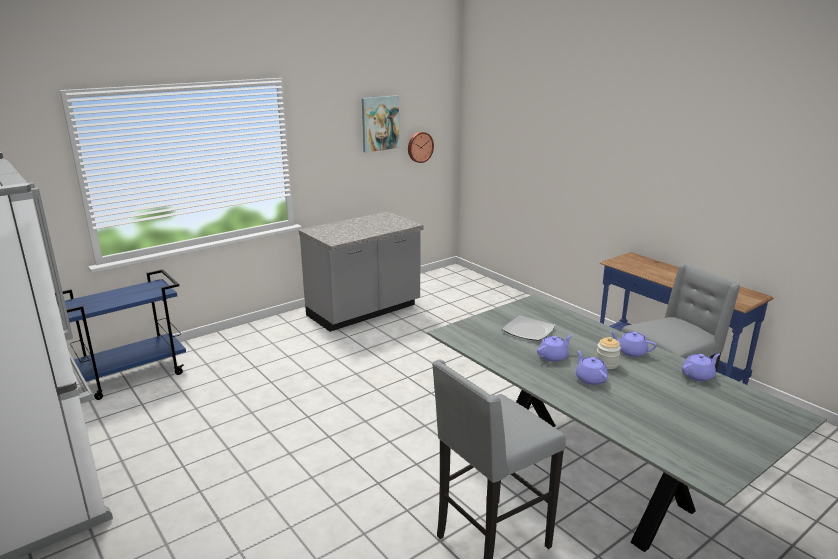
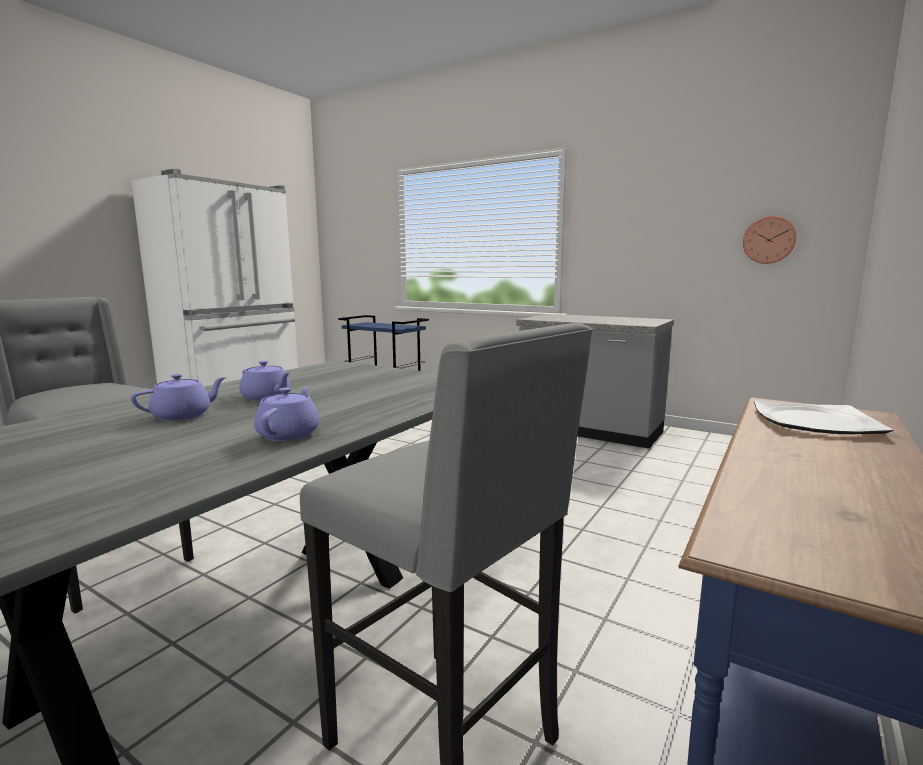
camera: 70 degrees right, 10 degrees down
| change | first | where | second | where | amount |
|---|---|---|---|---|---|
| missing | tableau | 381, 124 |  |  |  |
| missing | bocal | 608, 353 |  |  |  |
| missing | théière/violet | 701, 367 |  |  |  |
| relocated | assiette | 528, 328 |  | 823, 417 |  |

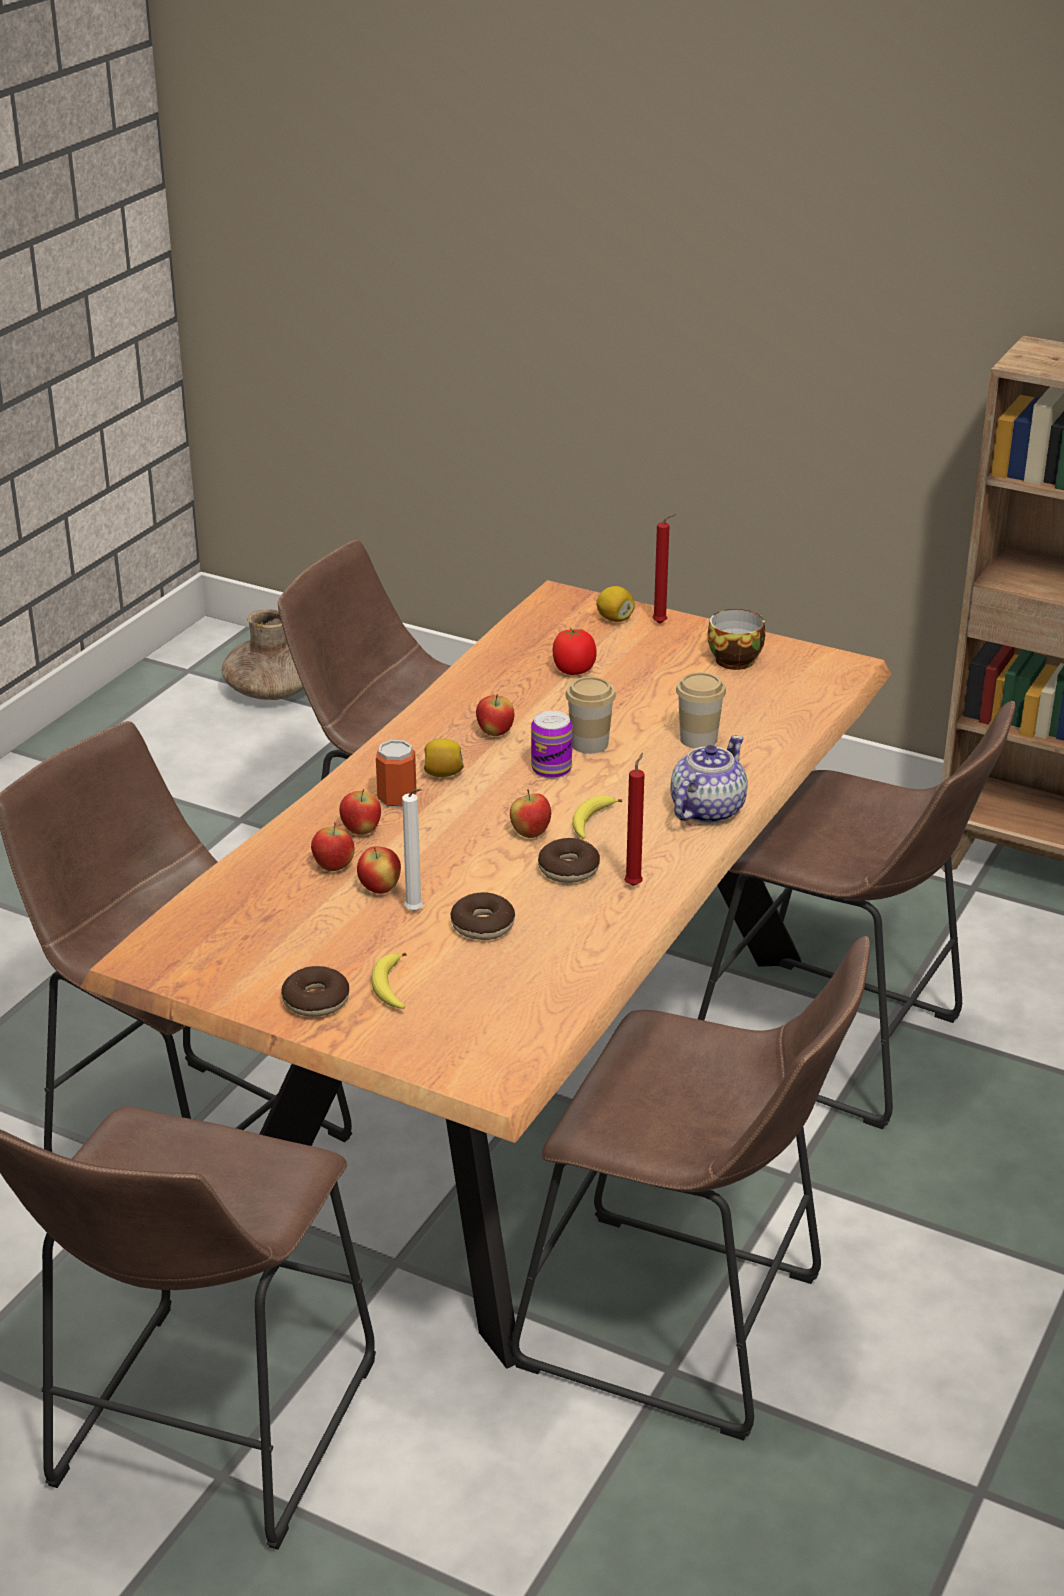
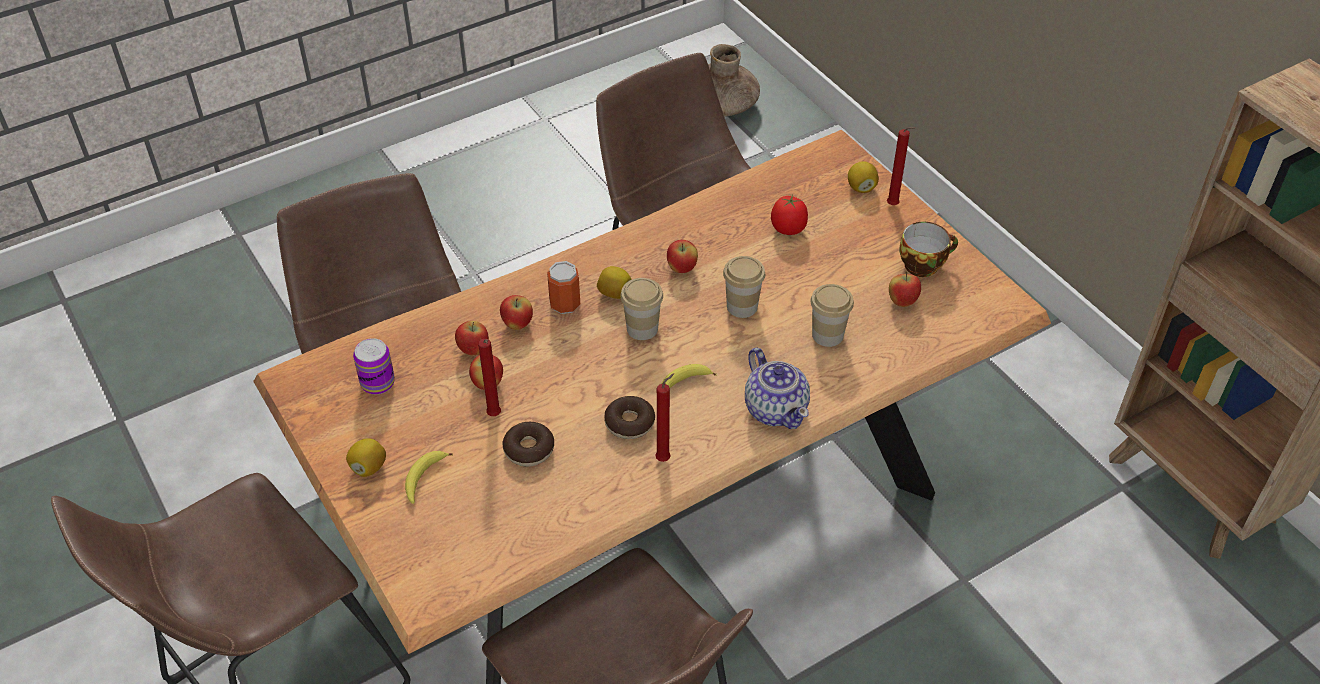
camera: 30 degrees right, 15 degrees up
| change | first | where | second | where | amount |
|---|---|---|---|---|---|
| missing | tabouret/marron | 856, 915 |  |  |  |
| appeared |  |  | tasse | 642, 309 |  |
| relocated | pomme | 530, 813 |  | 905, 289 |  |
| relocated | boîte métallique | 551, 745 |  | 374, 366 |  |
| exchanged | beignet | 315, 991 | citron | 366, 457 |  |
| colour | bougie/blanc | 412, 850 | bougie/rouge | 489, 377 |  |
| spun | théière | 709, 779 |  | 777, 388 | 90 degrees clockwise |

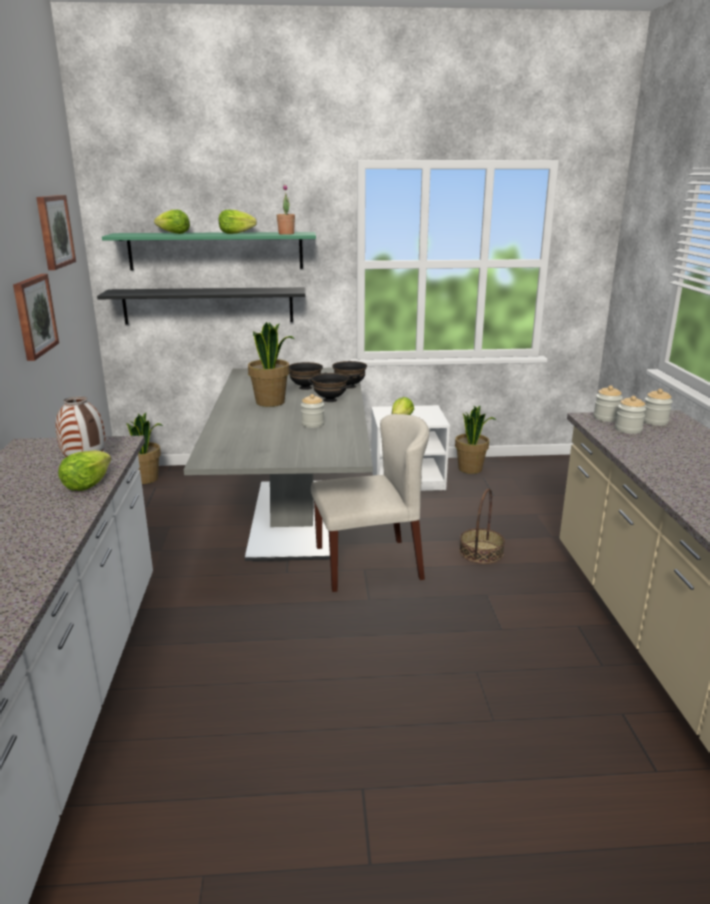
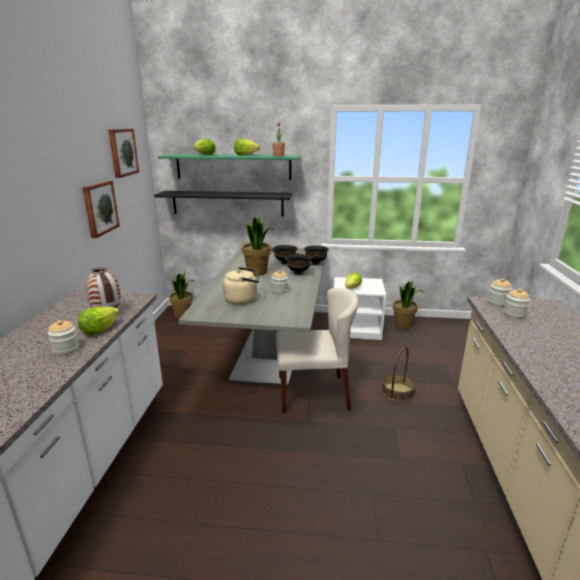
camera: 10 degrees right, 0 degrees up
| change | first | where | second | where | amount |
|---|---|---|---|---|---|
| appeared |  |  | bouilloire/beige | 241, 285 |  |
| relocated | bocal | 658, 407 |  | 63, 338 |  |

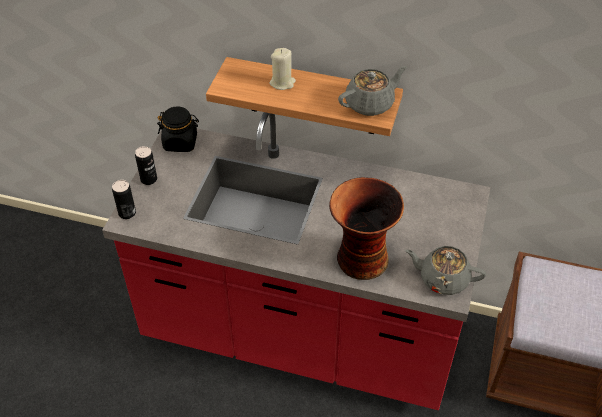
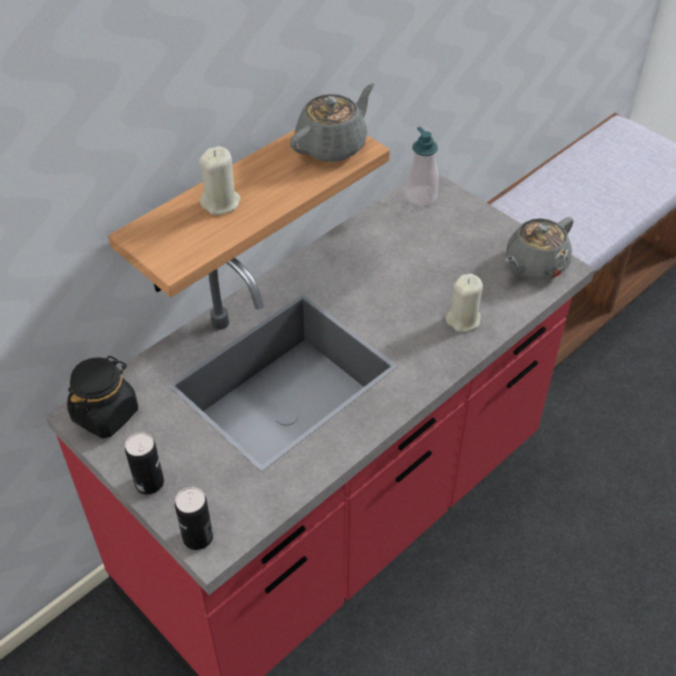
camera: 60 degrees left, 0 degrees up
| change | first | where | second | where | amount |
|---|---|---|---|---|---|
| appeared |  |  | distributeur de savon | 421, 166 |  |
| exchanged | vase | 366, 228 | bougie/beige | 464, 303 |  |
| spun | théière/gris | 372, 91 |  | 332, 122 | 45 degrees clockwise |

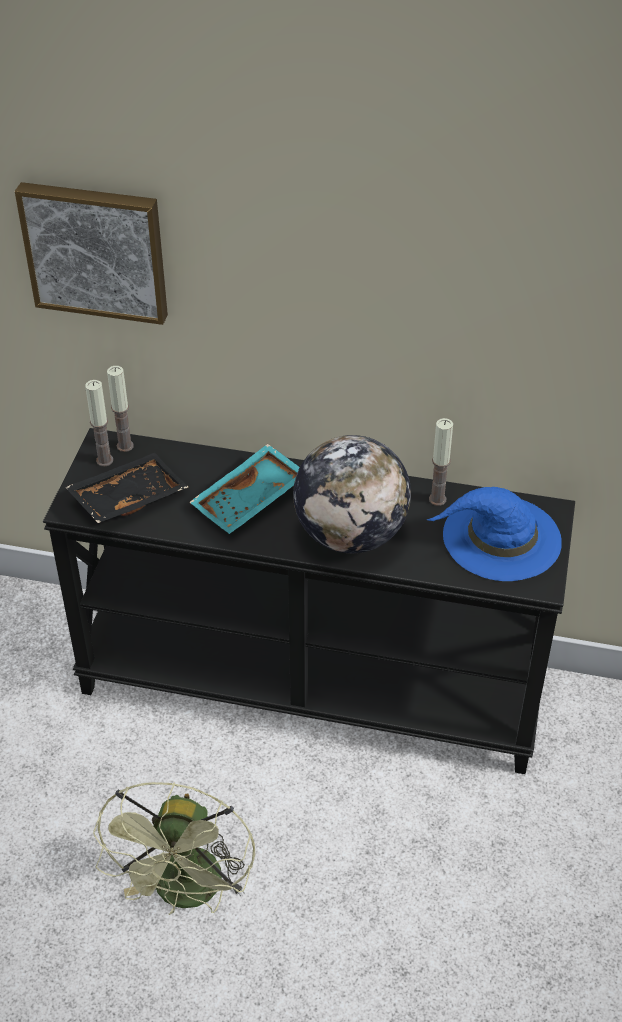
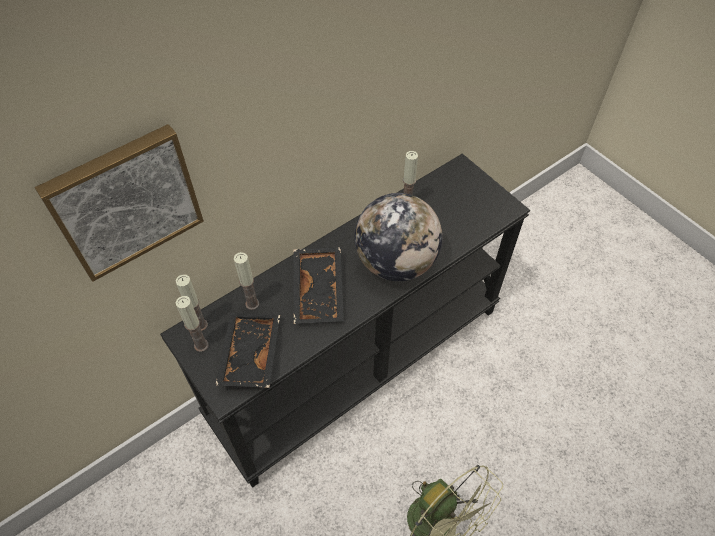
camera: 50 degrees left, 10 degrees up
| change | first | where | second | where | amount |
|---|---|---|---|---|---|
| missing | chapeau/bleu | 494, 534 |  |  |  |
| appeared |  |  | bougie | 246, 281 |  |
| colour | plateau/turquoise | 244, 489 | plateau/noir | 318, 285 |  |

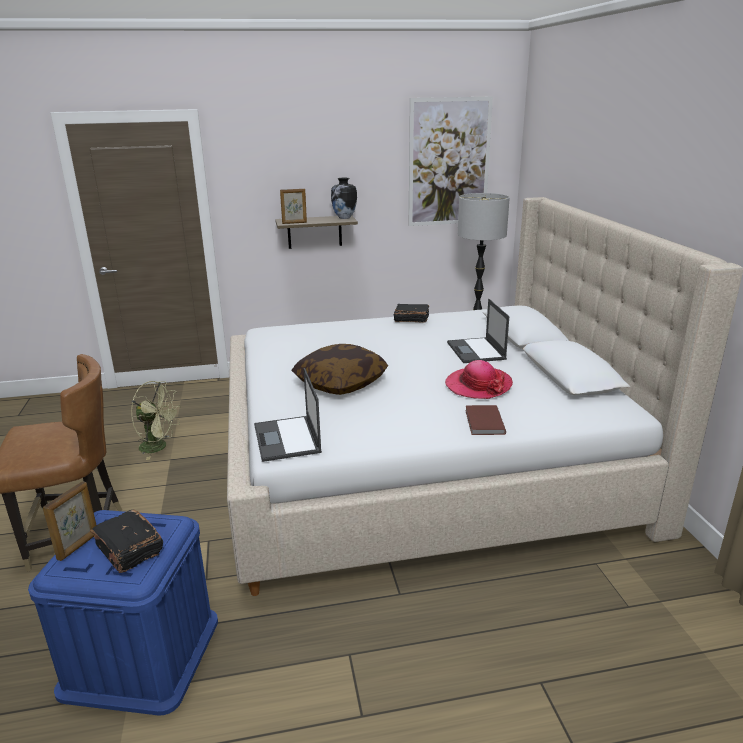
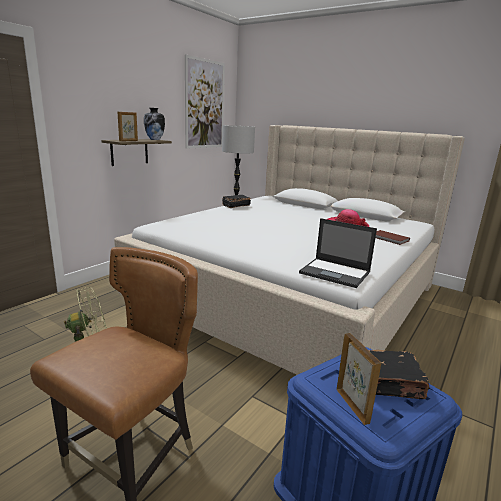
camera: 45 degrees left, 5 degrees down
| change | first | where | second | where | amount |
|---|---|---|---|---|---|
| missing | coussin | 339, 369 |  |  |  |
| missing | ordinateur portable | 478, 331 |  |  |  |

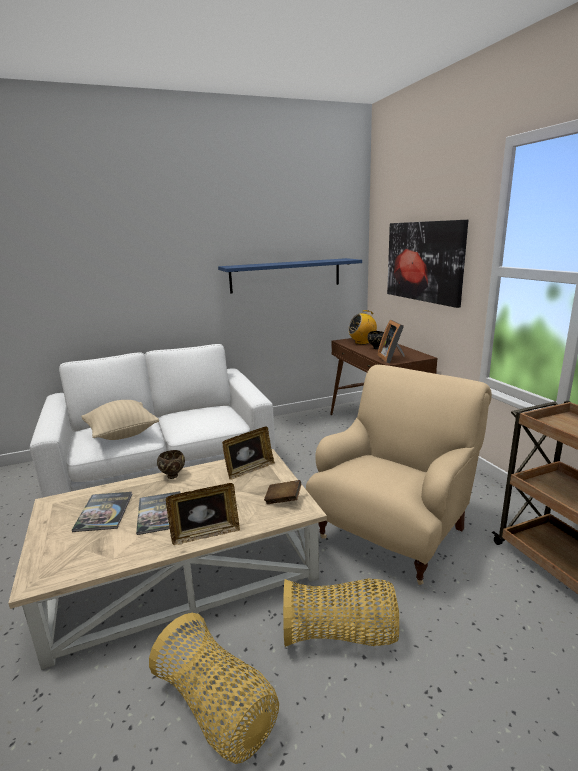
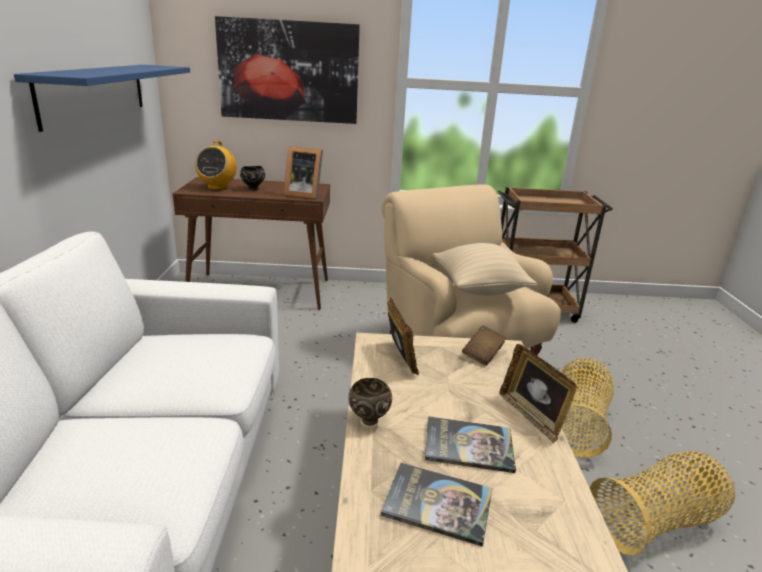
camera: 70 degrees left, 5 degrees up
| change | first | where | second | where | amount |
|---|---|---|---|---|---|
| relocated | coussin/beige | 120, 420 |  | 485, 269 |  |
| spun | cadre photo | 203, 514 |  | 537, 393 | 150 degrees clockwise |

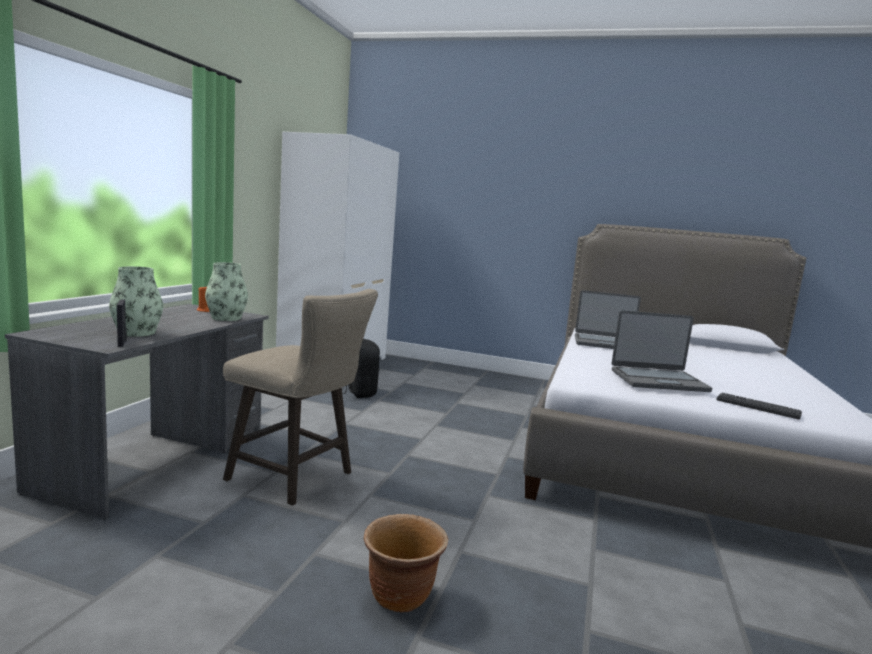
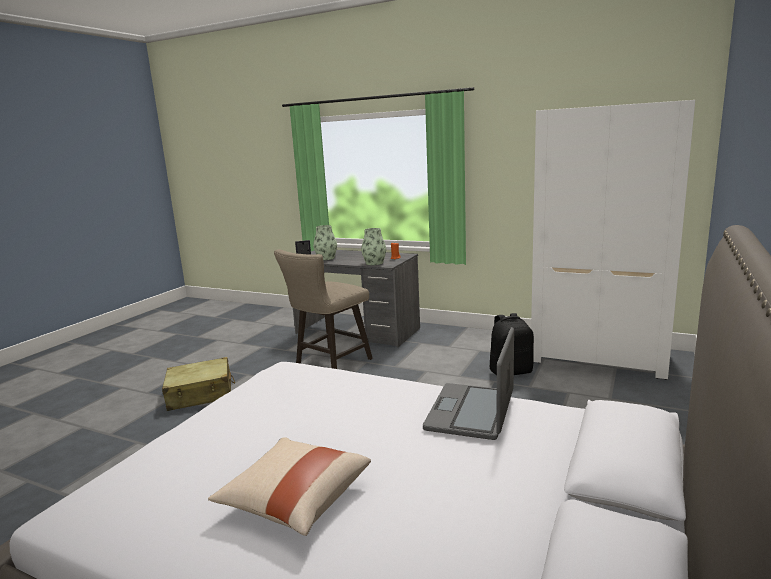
camera: 100 degrees right, 5 degrees up
| change | first | where | second | where | amount |
|---|---|---|---|---|---|
| missing | ordinateur portable | 662, 351 |  |  |  |
| missing | clavier | 759, 406 |  |  |  |
| appeared |  |  | coussin/beige | 289, 487 |  |
| exchanged | cache-pot/marron | 406, 563 | valise/beige | 198, 384 |  |

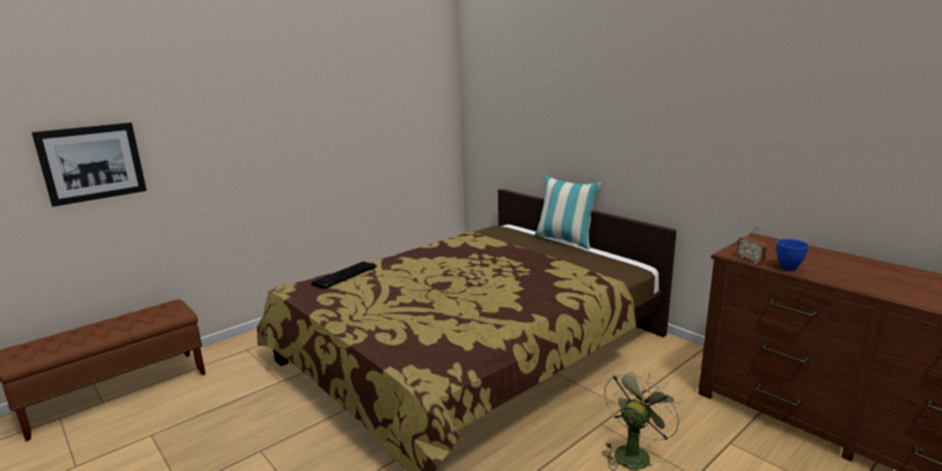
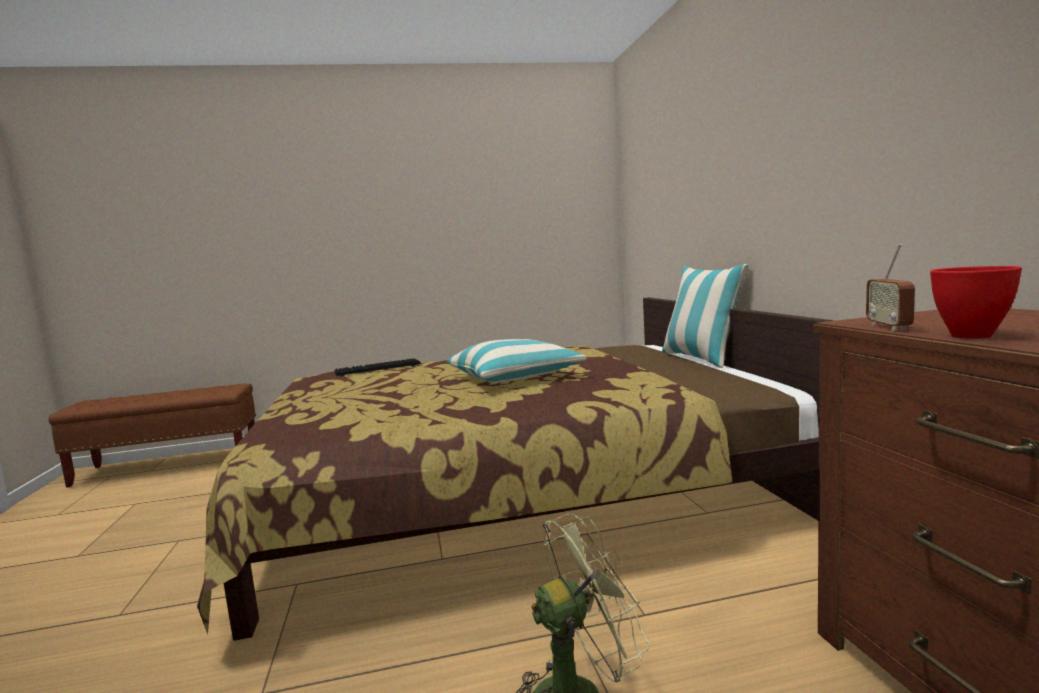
camera: 30 degrees right, 10 degrees down
| change | first | where | second | where | amount |
|---|---|---|---|---|---|
| missing | tableau | 89, 164 |  |  |  |
| appeared |  |  | coussin | 517, 361 |  |
| colour | bol/bleu | 792, 255 | bol/rouge | 976, 302 |  |

